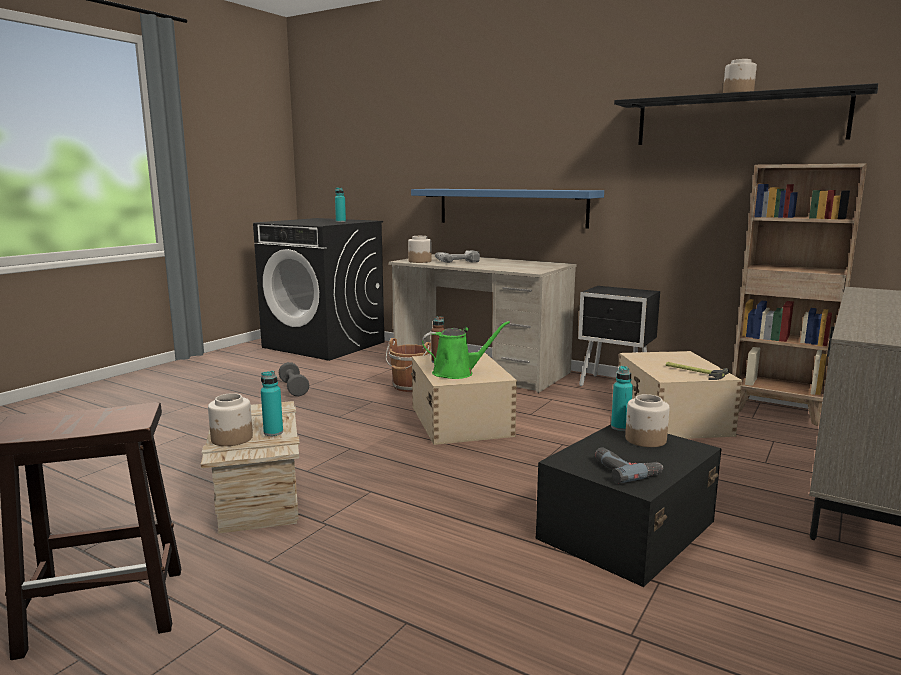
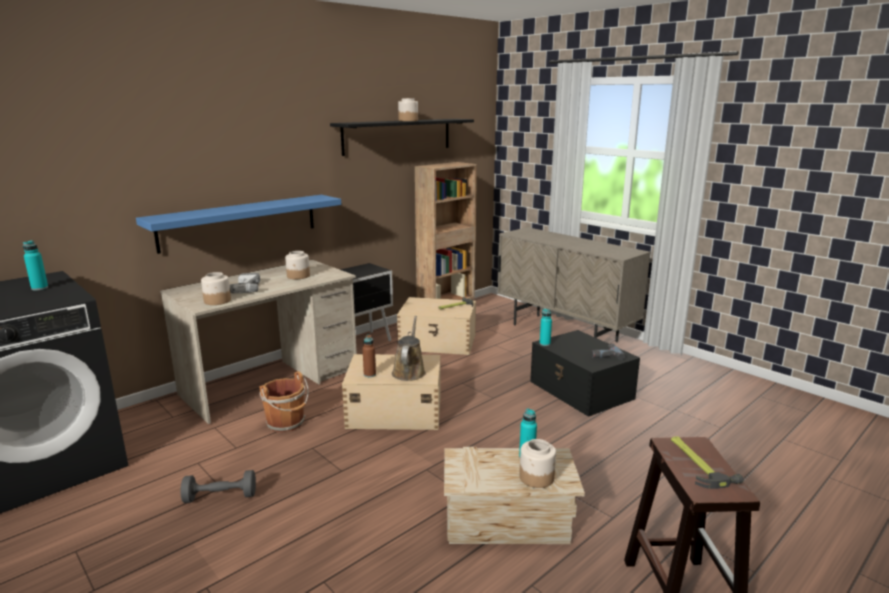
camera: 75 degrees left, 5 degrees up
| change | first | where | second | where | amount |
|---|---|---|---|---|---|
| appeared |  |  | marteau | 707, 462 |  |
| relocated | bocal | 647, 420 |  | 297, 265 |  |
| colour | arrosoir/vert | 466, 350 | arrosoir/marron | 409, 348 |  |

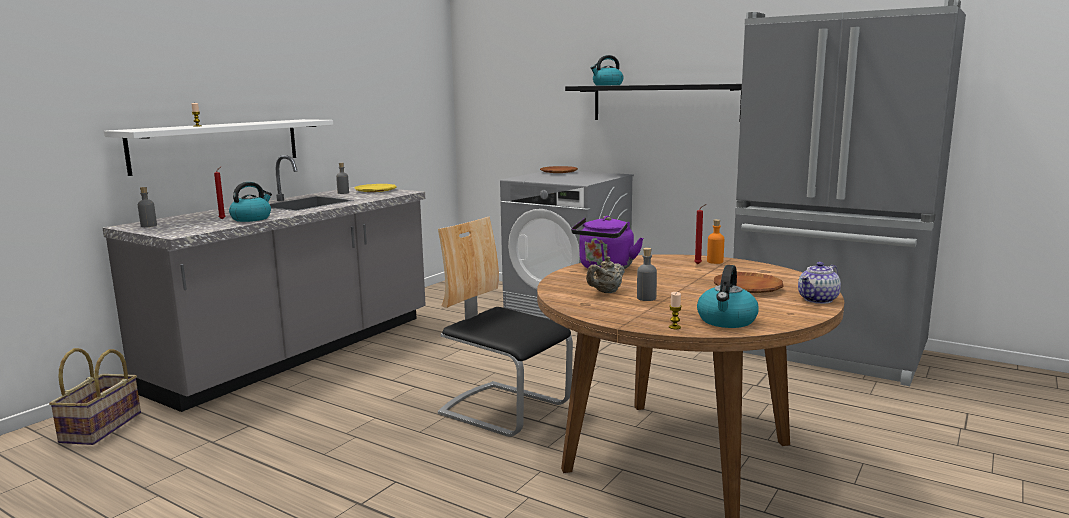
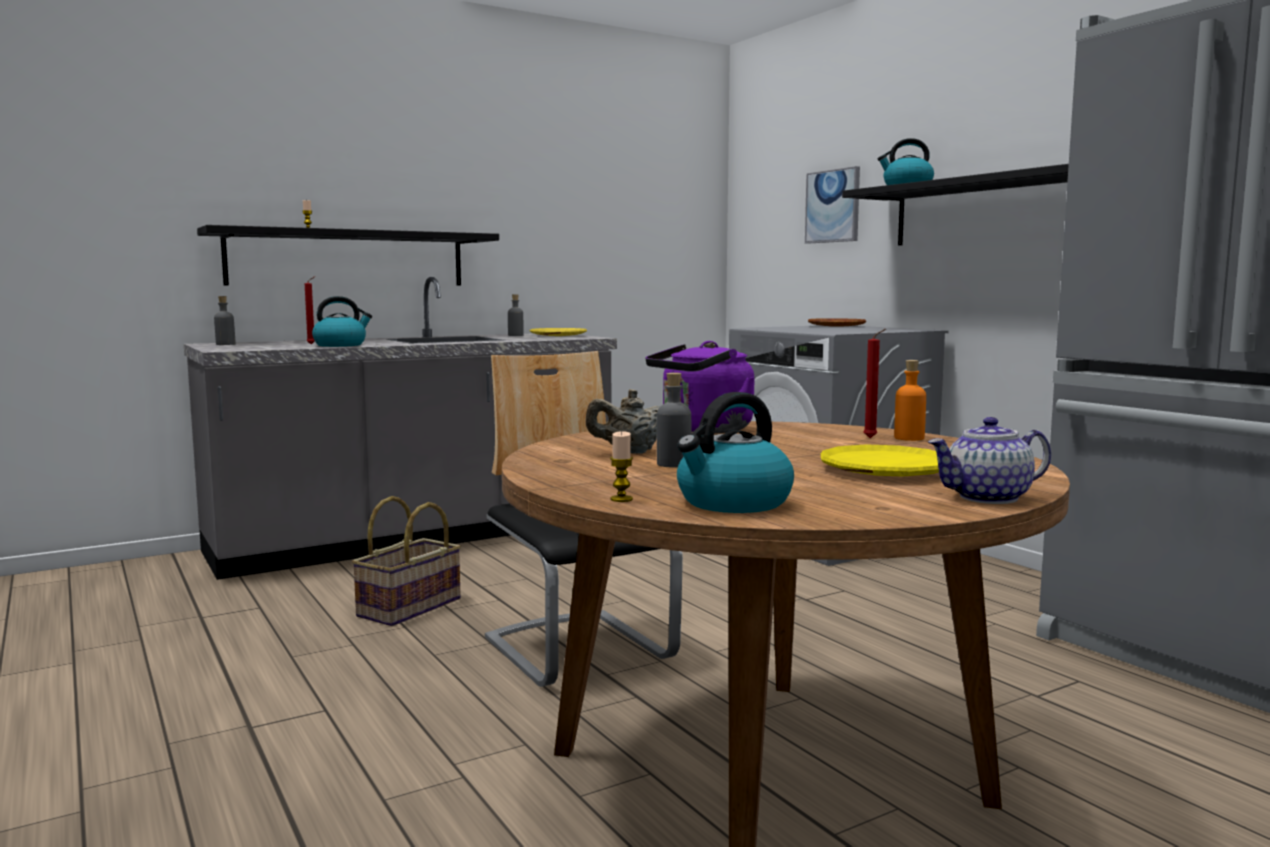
camera: 25 degrees right, 5 degrees down
| change | first | where | second | where | amount |
|---|---|---|---|---|---|
| appeared |  |  | tableau | 832, 205 |  |
| relocated | panier | 95, 396 |  | 406, 561 |  |
| colour | étagère/blanc | 218, 147 | étagère/noir | 348, 255 |  |
| colour | assiette/marron | 749, 282 | assiette/jaune | 880, 460 |  |

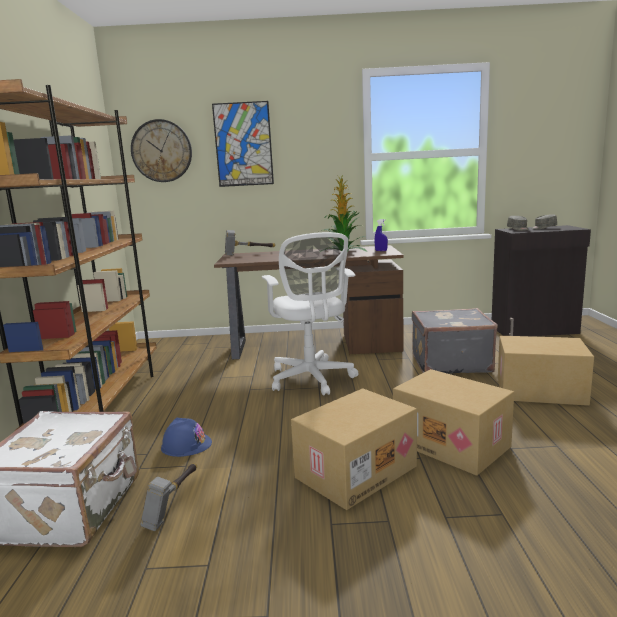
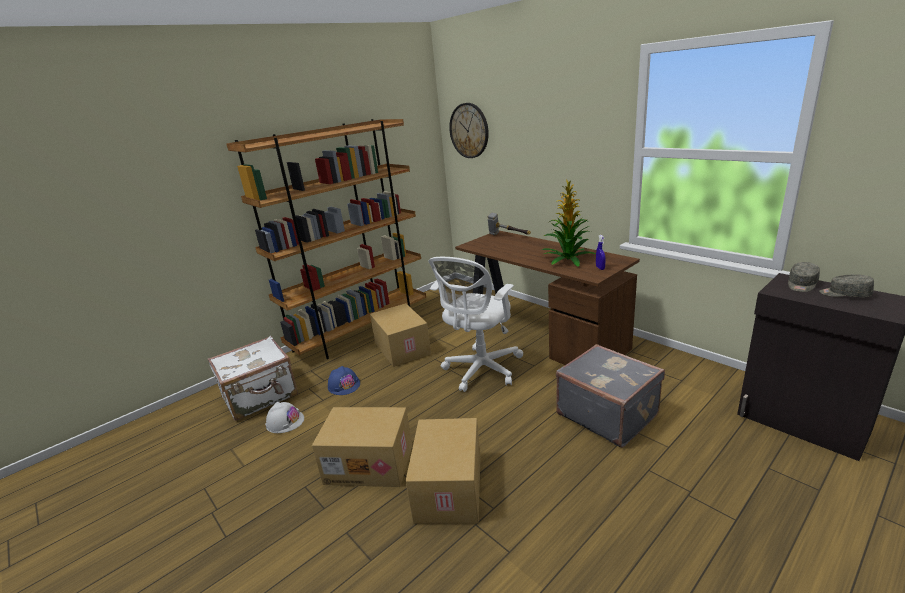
camera: 50 degrees right, 10 degrees up
| change | first | where | second | where | amount |
|---|---|---|---|---|---|
| missing | tableau | 243, 144 |  |  |  |
| relocated | carton | 546, 371 |  | 400, 335 |  |
| exchanged | marteau | 168, 497 | casque de chantier/blanc | 284, 417 |  |

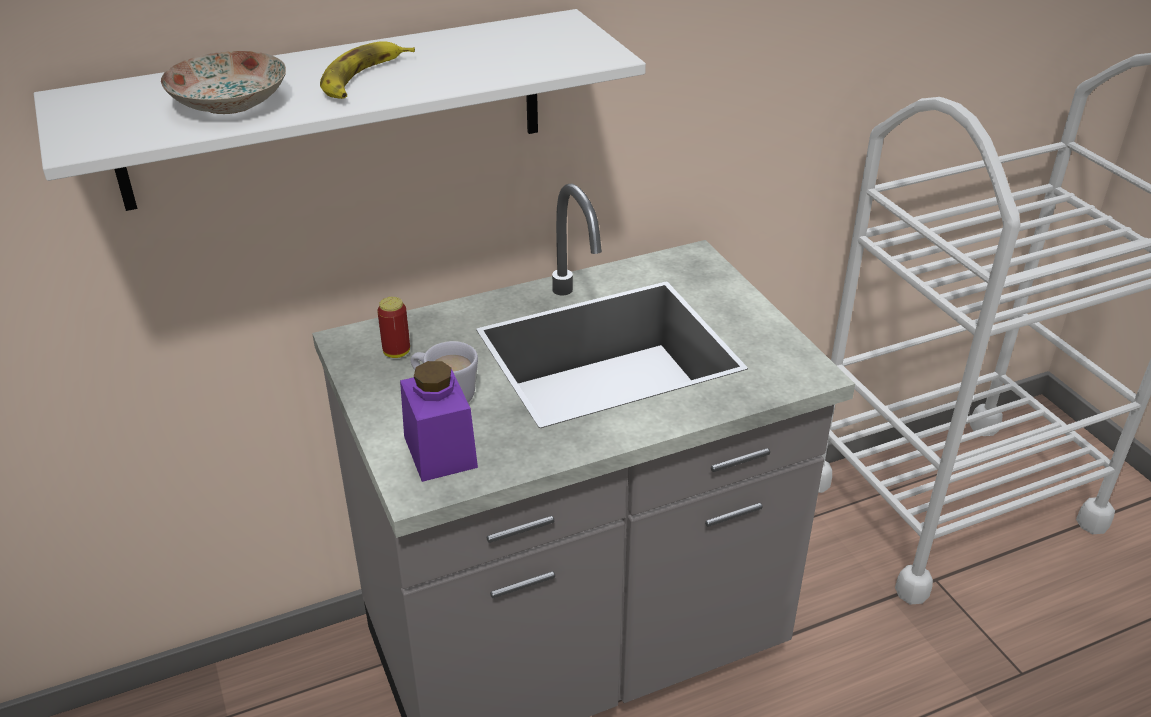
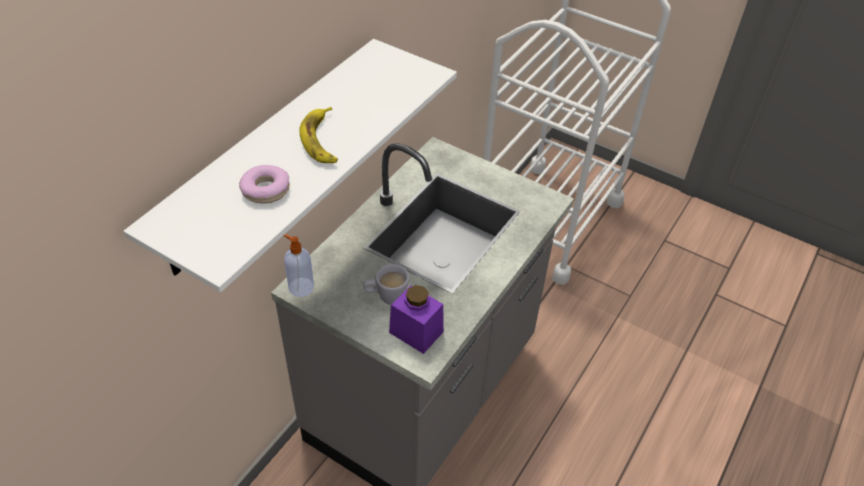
camera: 35 degrees left, 10 degrees up
| change | first | where | second | where | amount |
|---|---|---|---|---|---|
| missing | boîte métallique | 393, 327 |  |  |  |
| appeared |  |  | distributeur de savon | 298, 265 |  |
| exchanged | assiette | 223, 82 | beignet | 264, 184 |  |

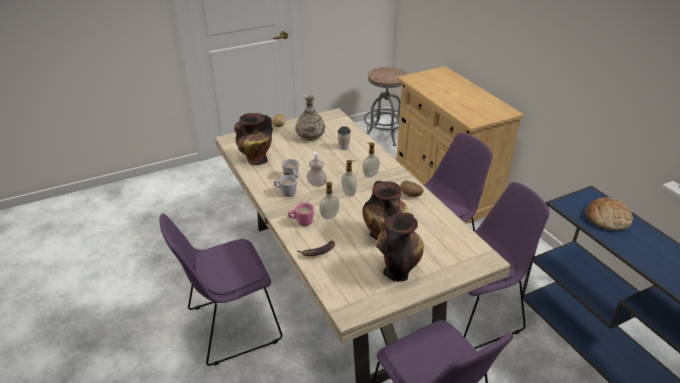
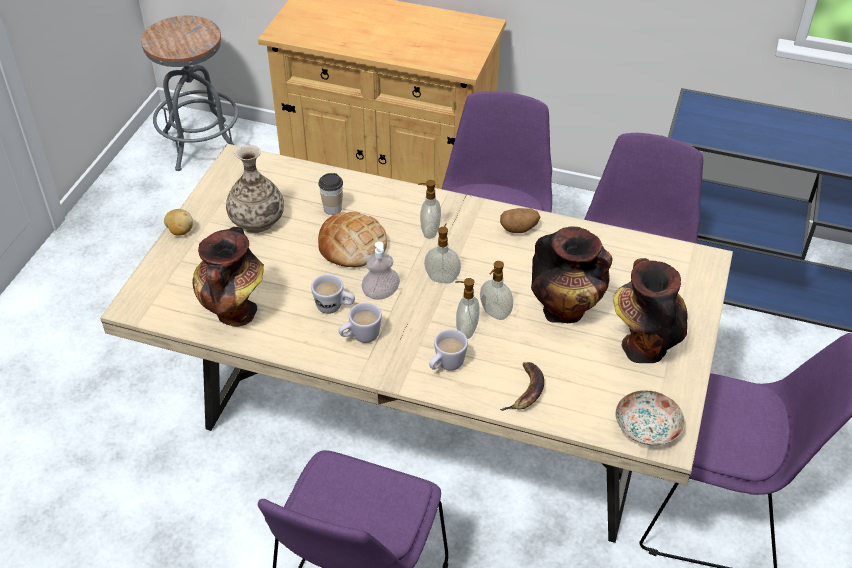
camera: 45 degrees left, 10 degrees up
| change | first | where | second | where | amount |
|---|---|---|---|---|---|
| appeared |  |  | distributeur de savon | 496, 290 |  |
| appeared |  |  | assiette | 650, 417 |  |
| relocated | pain | 609, 213 |  | 352, 239 |  |
| colour | mug/rose | 301, 214 | mug/blanc | 448, 350 |  |

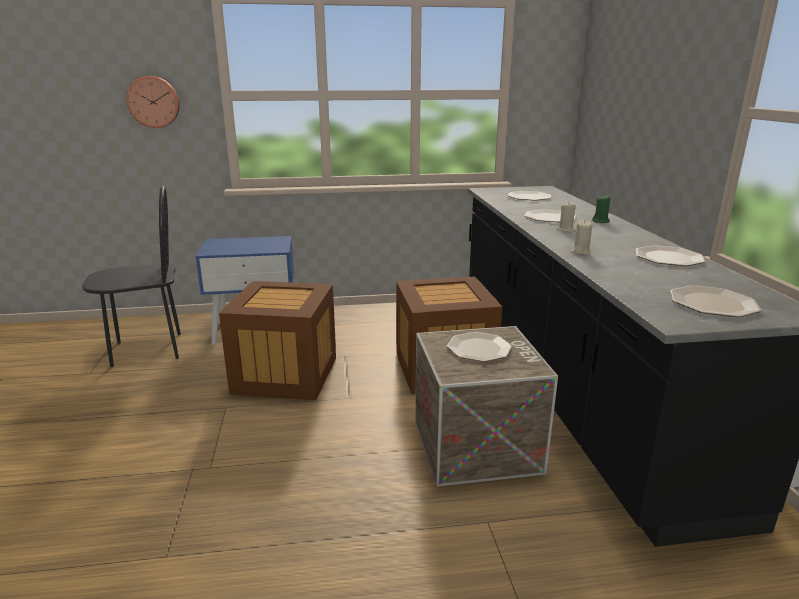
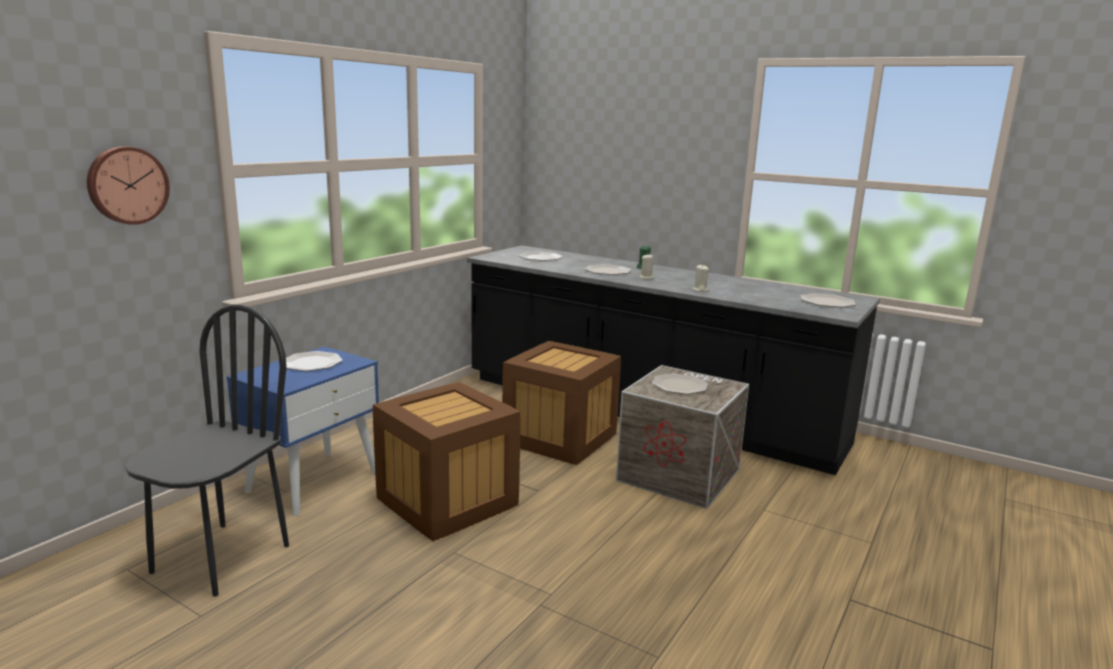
camera: 50 degrees left, 5 degrees down
| change | first | where | second | where | amount |
|---|---|---|---|---|---|
| relocated | assiette | 670, 255 |  | 314, 361 |  |

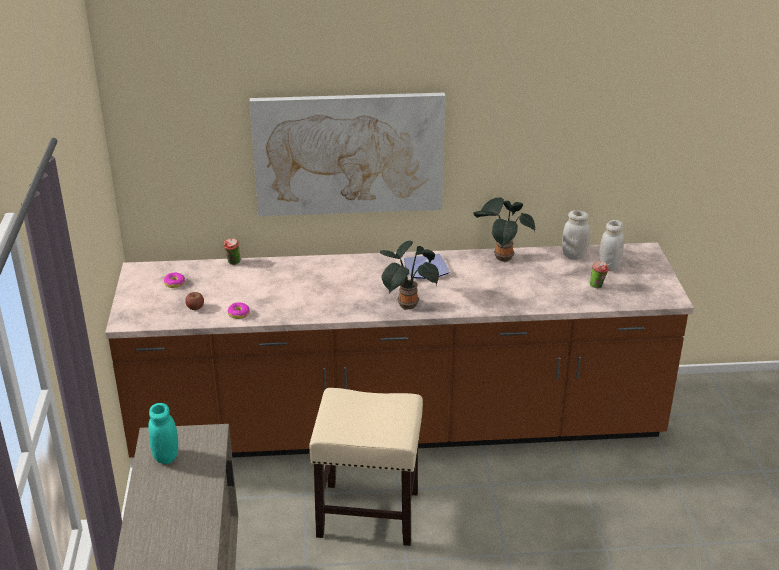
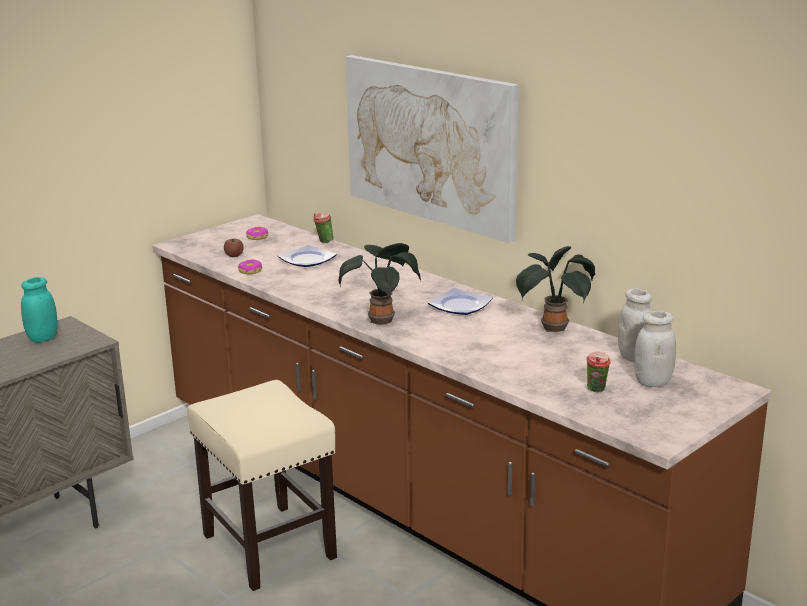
camera: 50 degrees right, 10 degrees down
| change | first | where | second | where | amount |
|---|---|---|---|---|---|
| appeared |  |  | assiette | 307, 256 |  |

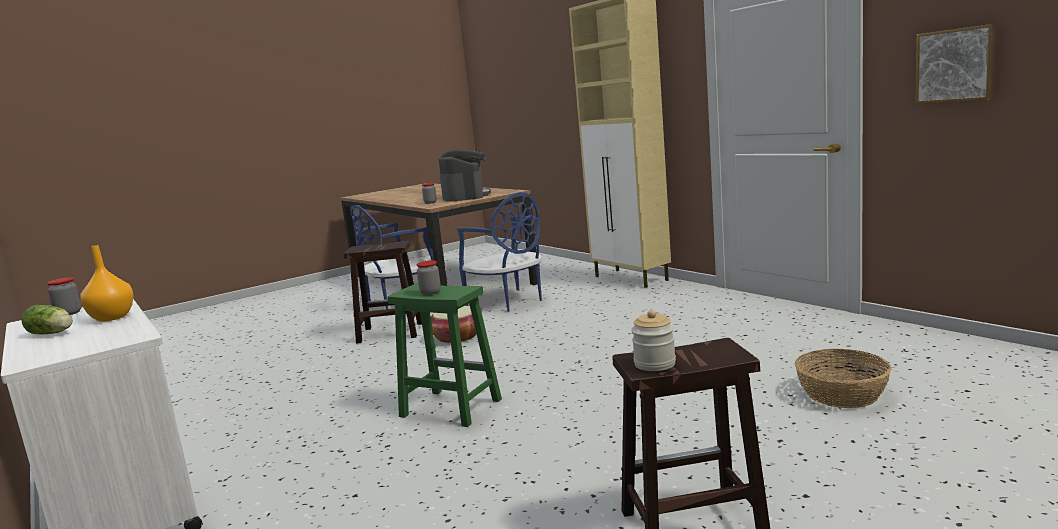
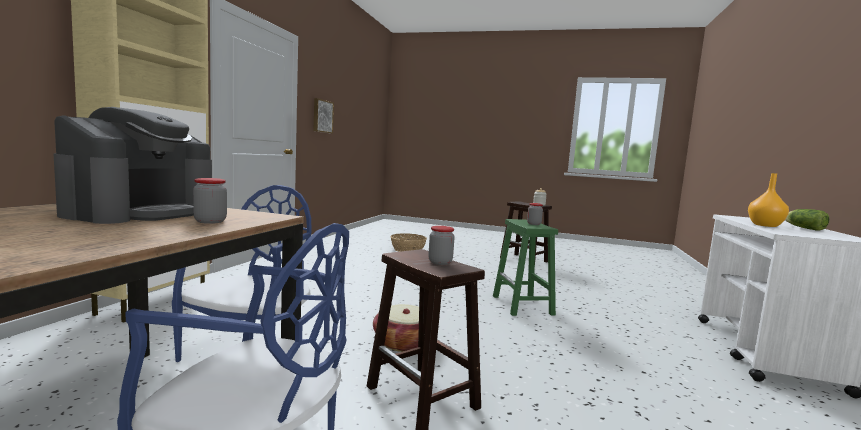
camera: 130 degrees left, 5 degrees down
| change | first | where | second | where | amount |
|---|---|---|---|---|---|
| relocated | bocal | 64, 296 |  | 441, 245 |  |
| spun | machine à café | 465, 175 |  | 133, 165 | 150 degrees clockwise |

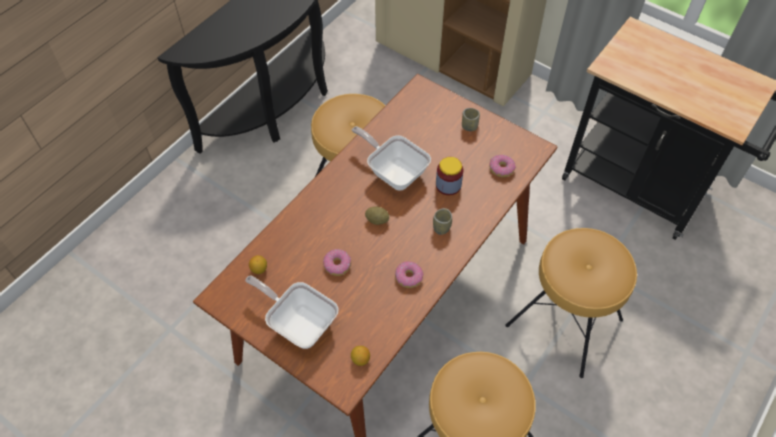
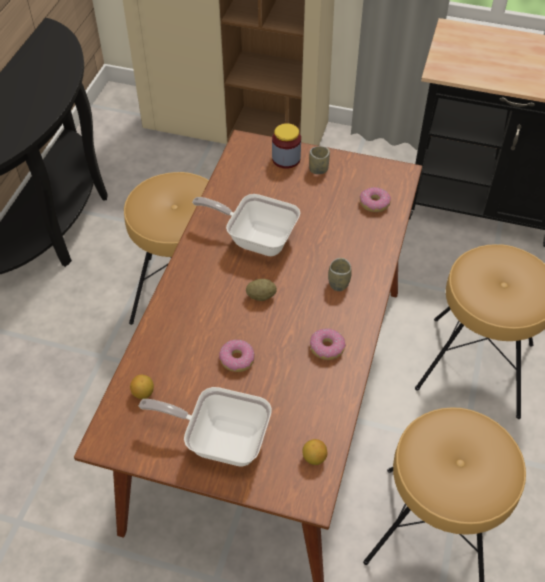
camera: 20 degrees left, 5 degrees down
| change | first | where | second | where | amount |
|---|---|---|---|---|---|
| relocated | bocal | 449, 176 |  | 286, 146 |  |

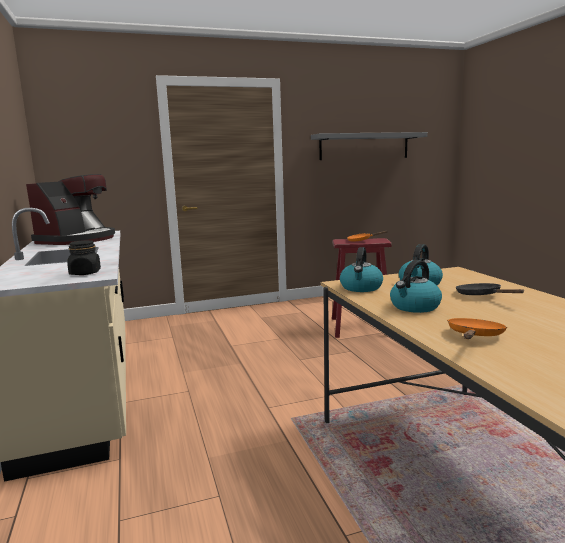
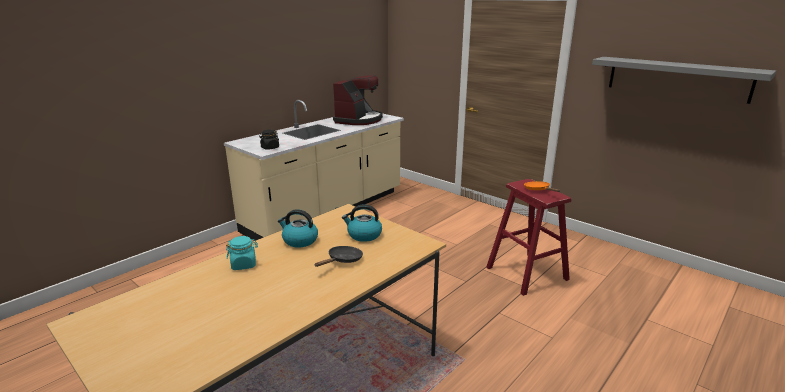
camera: 60 degrees right, 10 degrees up
| change | first | where | second | where | amount |
|---|---|---|---|---|---|
| missing | bouilloire | 361, 269 |  |  |  |
| exchanged | poêle/orange | 477, 328 | bocal/turquoise | 242, 253 |  |
| spun | machine à café | 70, 209 |  | 358, 100 | 60 degrees counterclockwise |

